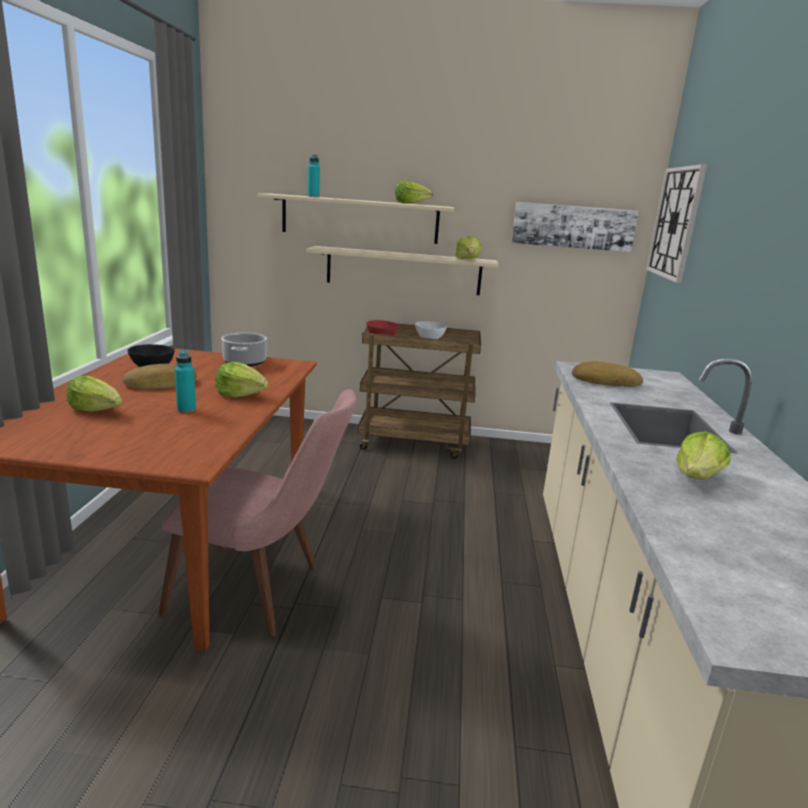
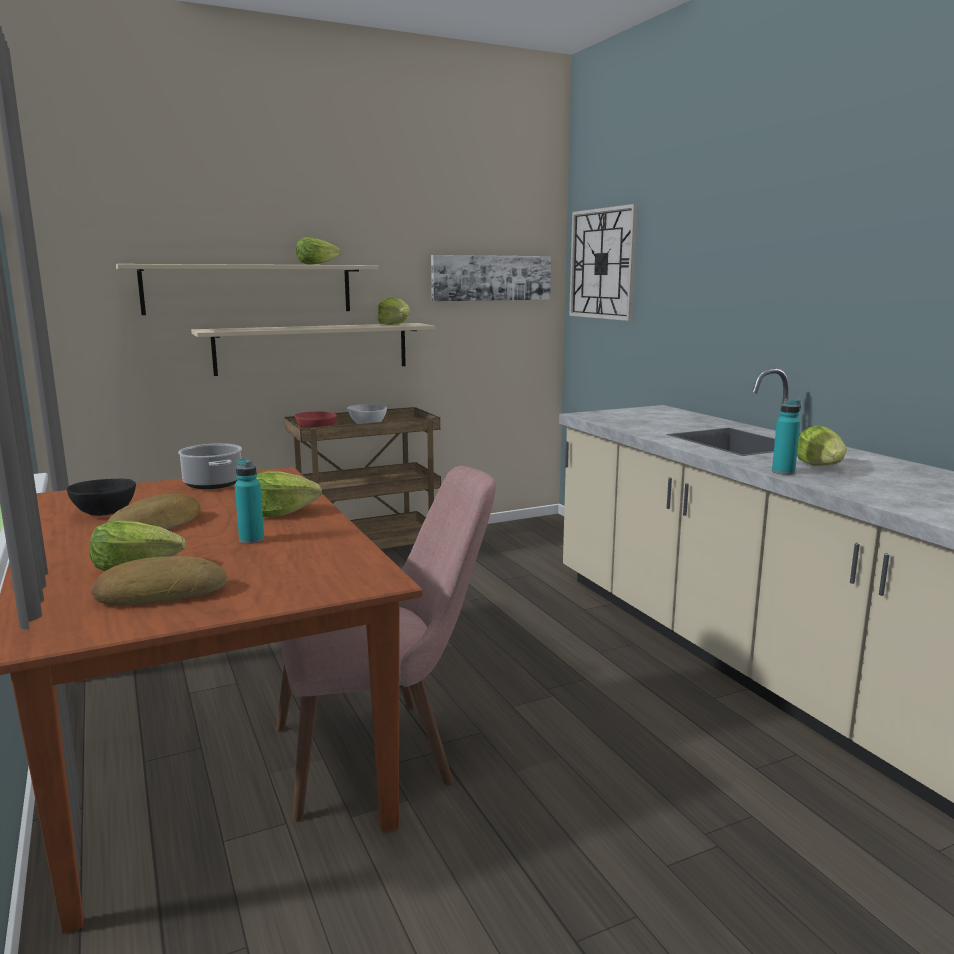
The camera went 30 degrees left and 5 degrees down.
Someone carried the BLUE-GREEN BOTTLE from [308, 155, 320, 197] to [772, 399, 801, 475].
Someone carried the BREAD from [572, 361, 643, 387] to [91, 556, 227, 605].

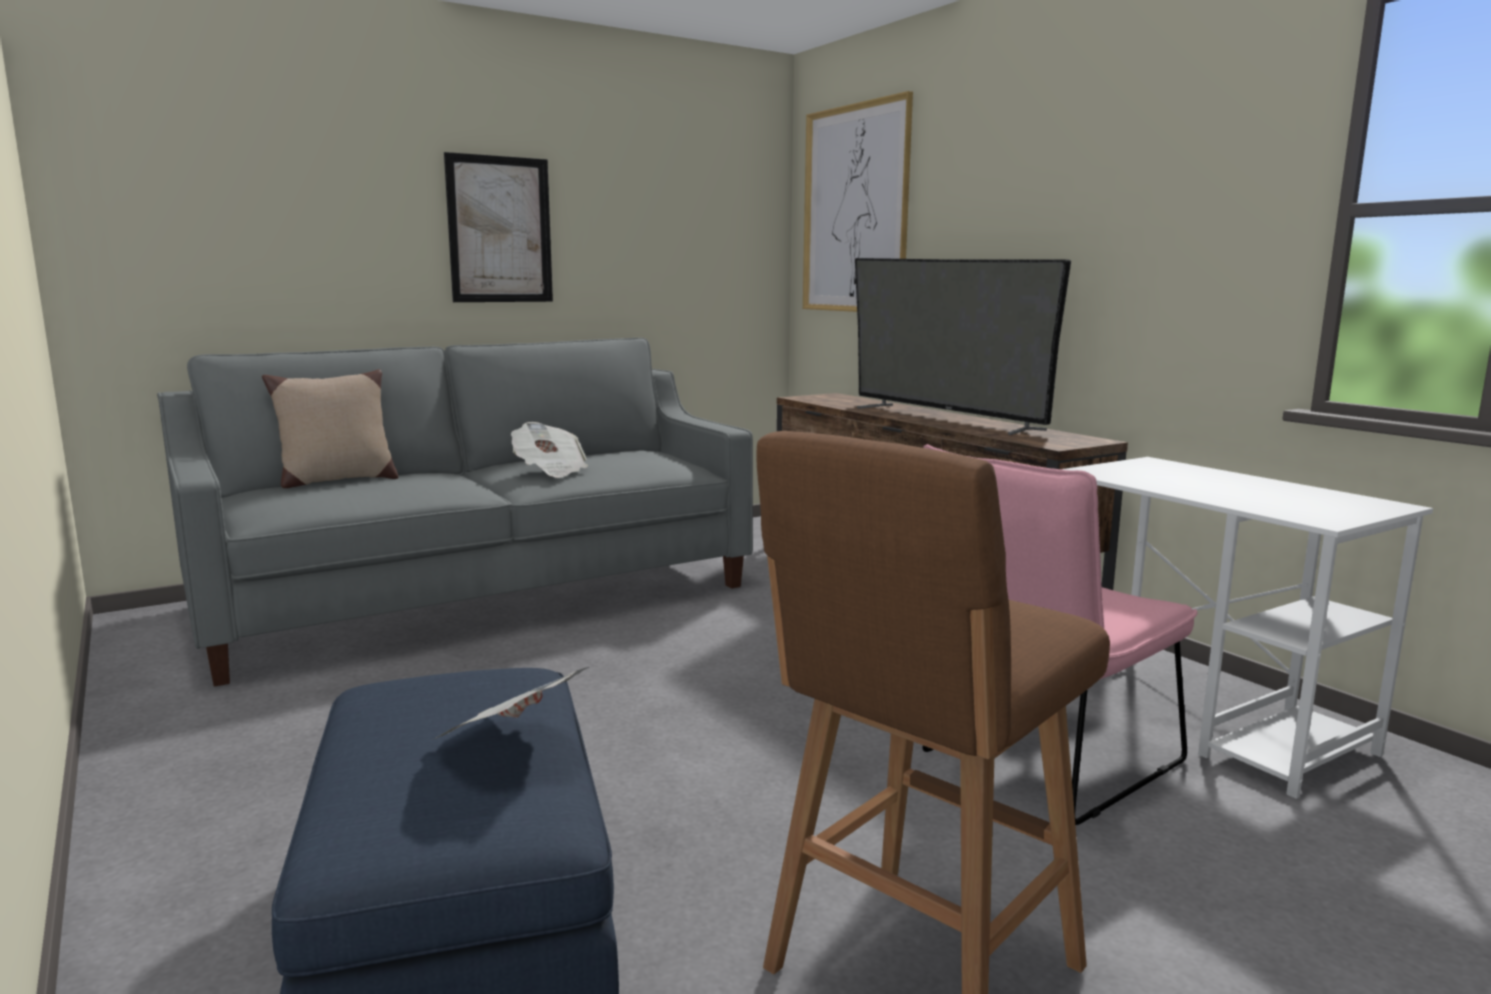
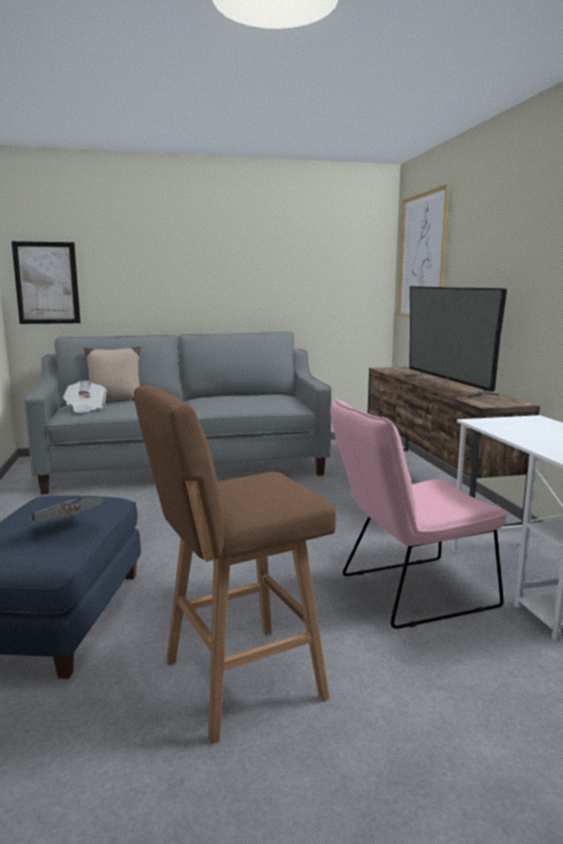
The camera went 20 degrees right and 0 degrees up.
Someone carried the PICTURE from [444, 152, 553, 302] to [11, 241, 81, 324].
Someone carried the NEWSPAPER from [511, 422, 588, 478] to [63, 381, 107, 413].

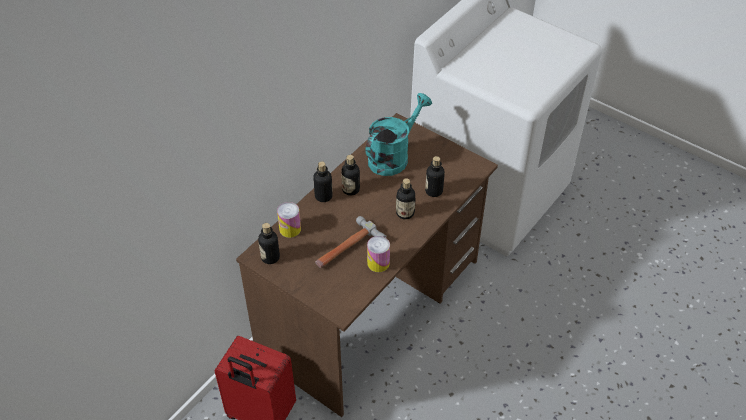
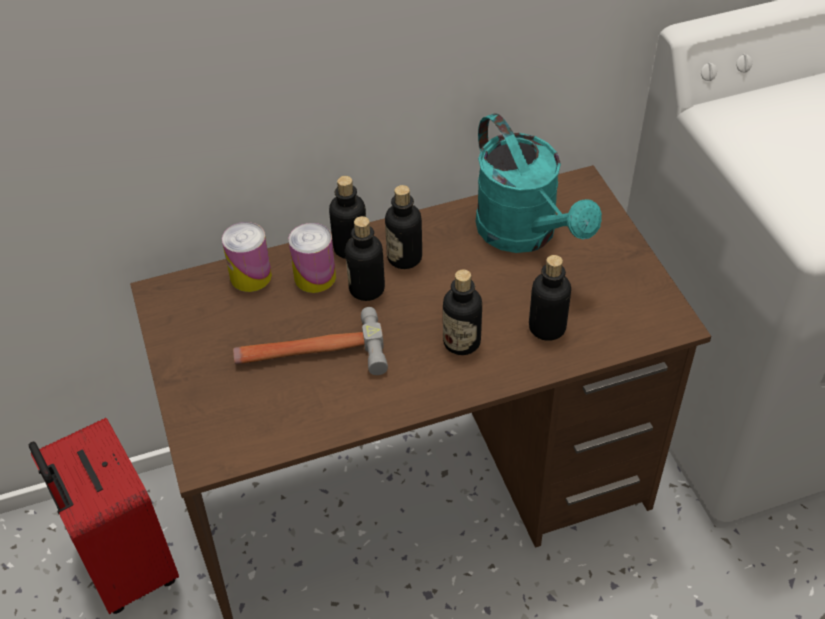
The camera went 35 degrees right and 0 degrees up.
Someone carried the BOTTLE from [258, 223, 280, 264] to [345, 216, 385, 301].
Someone rotated the BLUE-GREEN SPRINKLING CAN at [365, 93, 432, 176] by 75 degrees clockwise.
Someone carried the METAL CAN from [367, 236, 390, 272] to [289, 223, 336, 293].

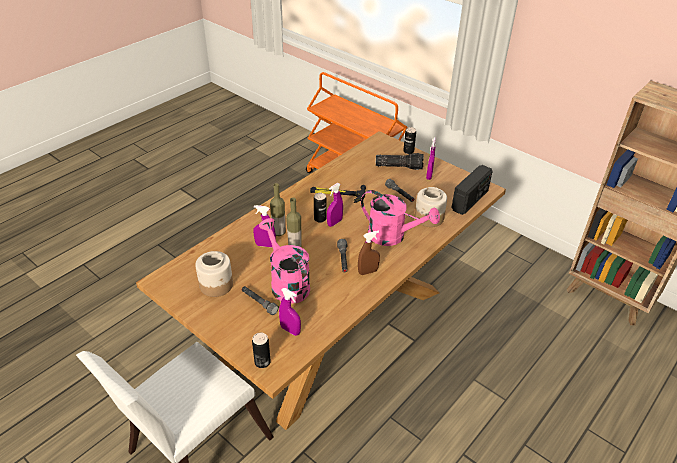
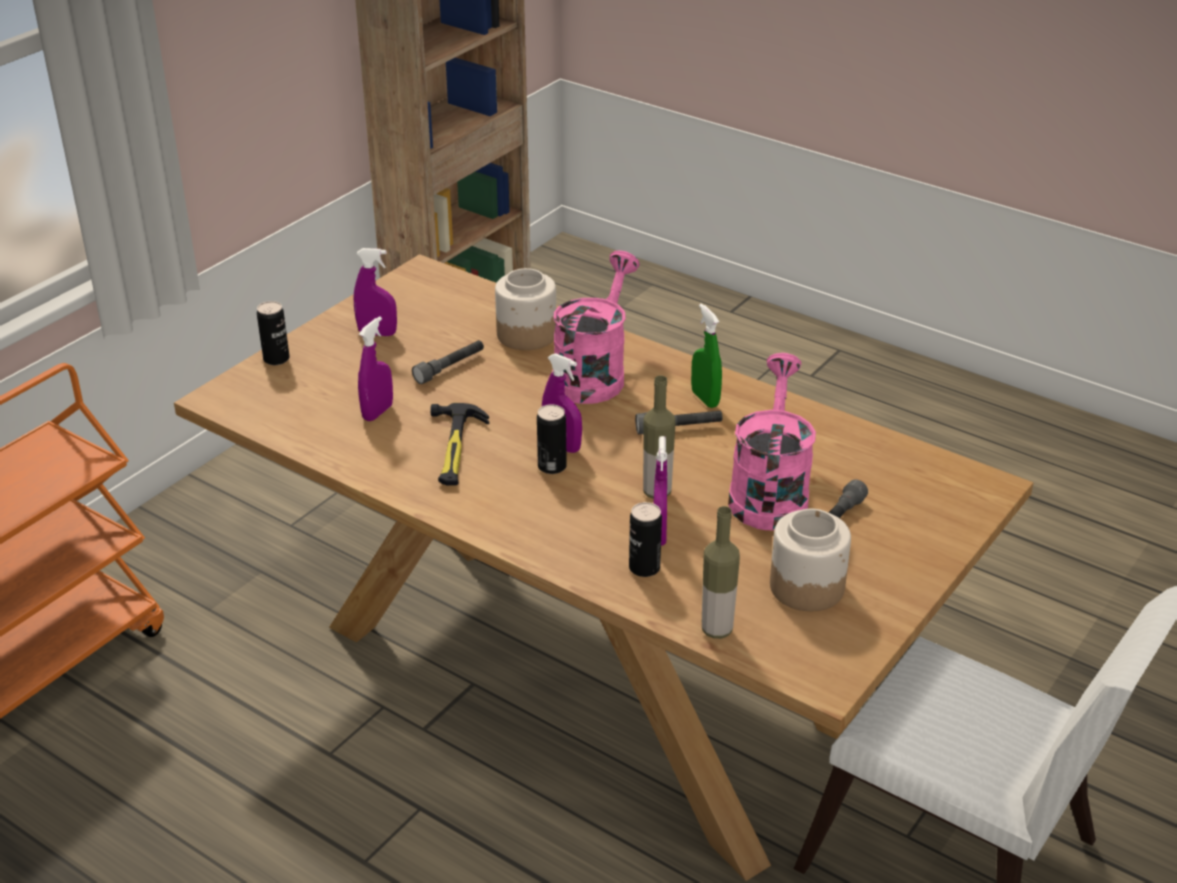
The camera went 95 degrees left and 5 degrees down.
Someone carried the METAL CAN from [252, 333, 271, 368] to [629, 502, 662, 577].
Someone rotated the PINKISH SPRINKLING CAN at [259, 218, 310, 304] by 135 degrees clockwise.
Someone carried the BOTTLE from [270, 183, 286, 236] to [702, 506, 740, 639].
Someone carried the PURPLE SPRAYER from [279, 288, 301, 336] to [358, 316, 393, 421].
Someone repainted the BROWN SPRAYER at [358, 230, 380, 275], which became the GREENISH SPRAYER at [691, 303, 722, 408].
Someone took away the HAND TORCH at [376, 153, 424, 170].
Someone took away the RADIO RECEIVER at [451, 165, 493, 215].

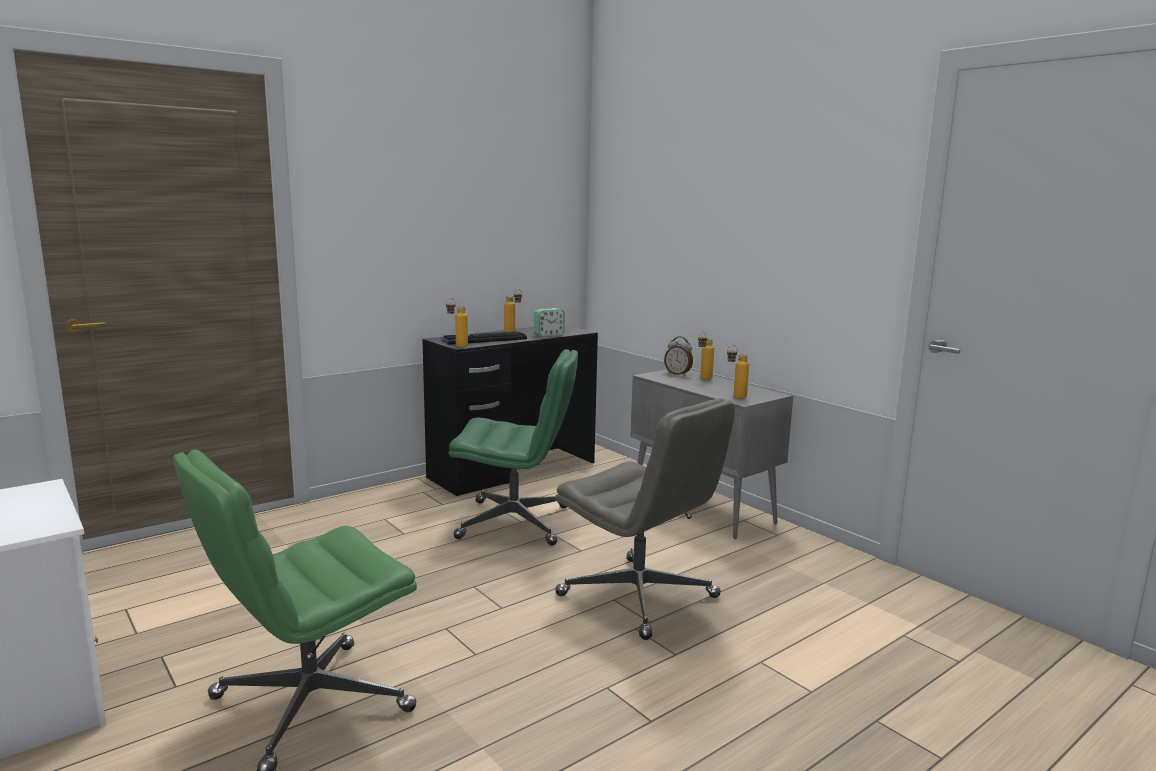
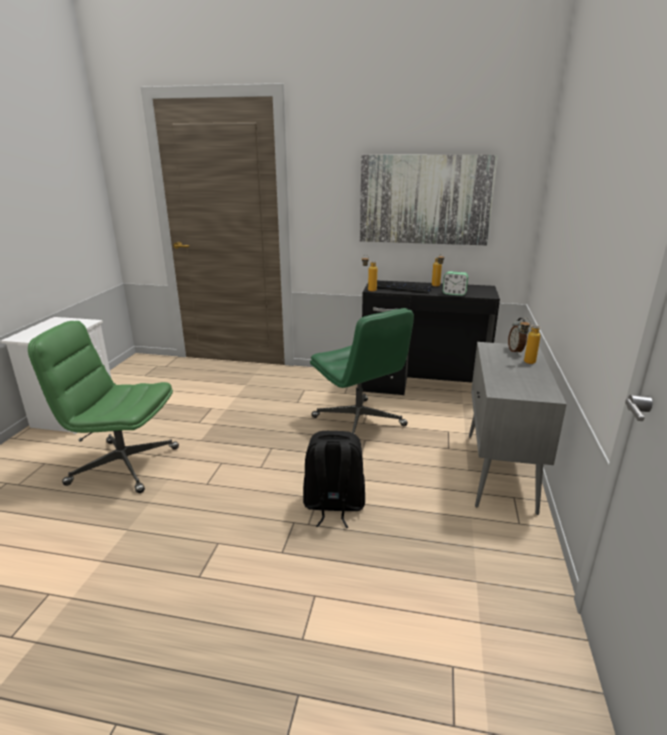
The camera went 50 degrees right and 10 degrees up.
Someone swapped the GREY COMPUTER CHAIR at [555, 398, 735, 640] for the BLACK BACKPACK at [303, 431, 365, 528].
Someone took away the BOTTLE at [727, 345, 749, 399].
Someone put up the PICTURE at [360, 155, 498, 245].

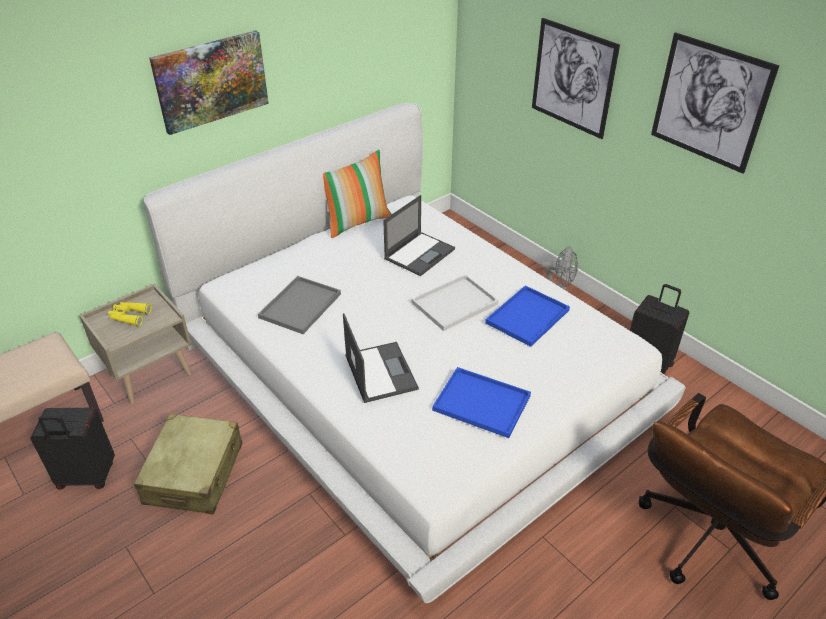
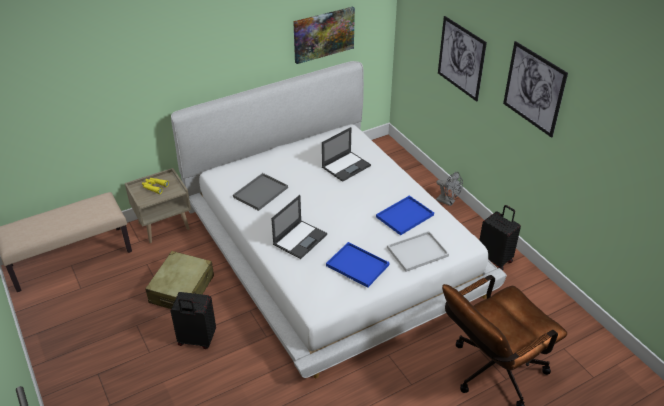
The camera went 10 degrees right and 0 degrees up.
Someone carried the BLACK TRAVEL CASE from [31, 408, 115, 490] to [171, 292, 216, 349].
Someone carried the PICTURE from [149, 30, 269, 135] to [293, 7, 355, 64].
Someone took away the CUSHION at [323, 150, 391, 238].
Someone rotated the NOTEBOOK COMPUTER at [343, 313, 419, 403] by 45 degrees clockwise.
Someone carried the WHITE-COLOURED TRAY from [412, 274, 499, 331] to [387, 231, 449, 272].

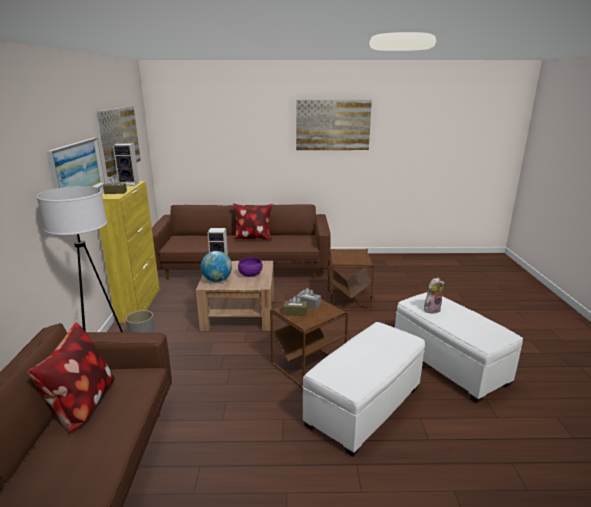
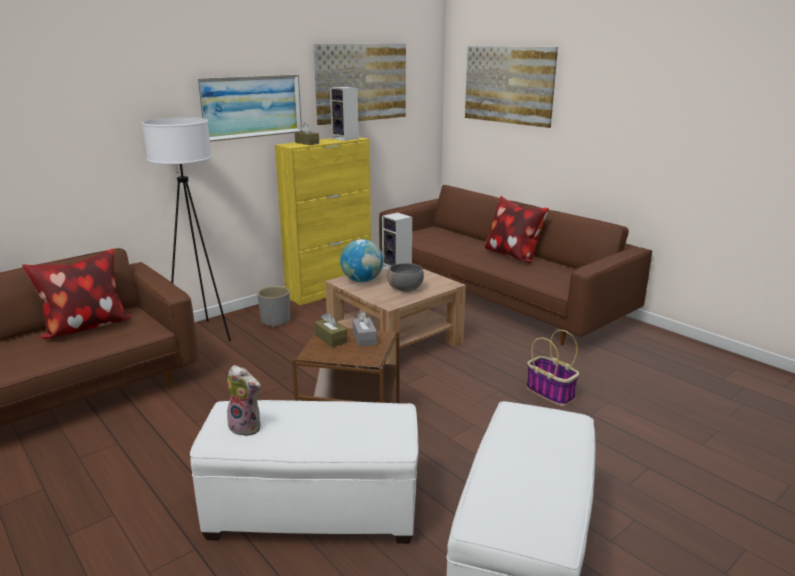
The camera went 50 degrees right and 0 degrees up.
Someone repainted the PURPLE BOWL at [238, 257, 263, 277], which became the GREY BOWL at [387, 263, 424, 292].
Someone carried the PICTURE from [296, 100, 372, 150] to [465, 46, 558, 128].
Someone swapped the BROWN ACCENT TABLE at [328, 249, 374, 311] for the STORAGE BASKET at [526, 330, 579, 406].
Someone carried the PLUSH TOY from [424, 278, 445, 313] to [227, 365, 261, 436].

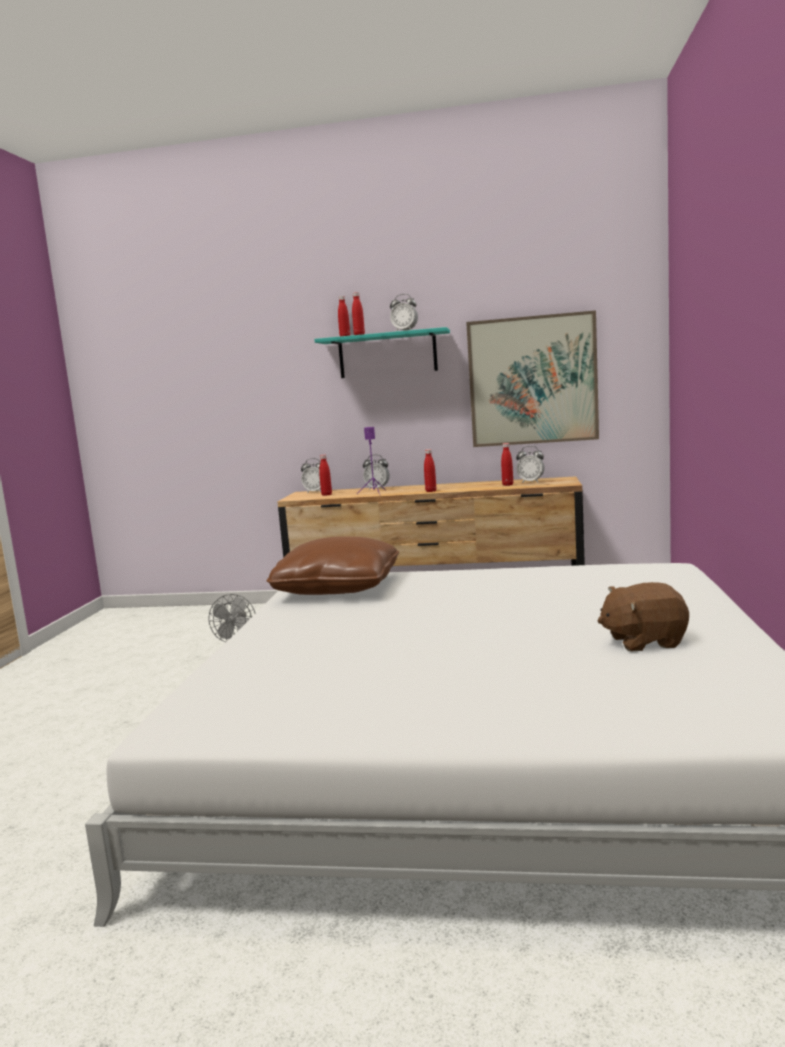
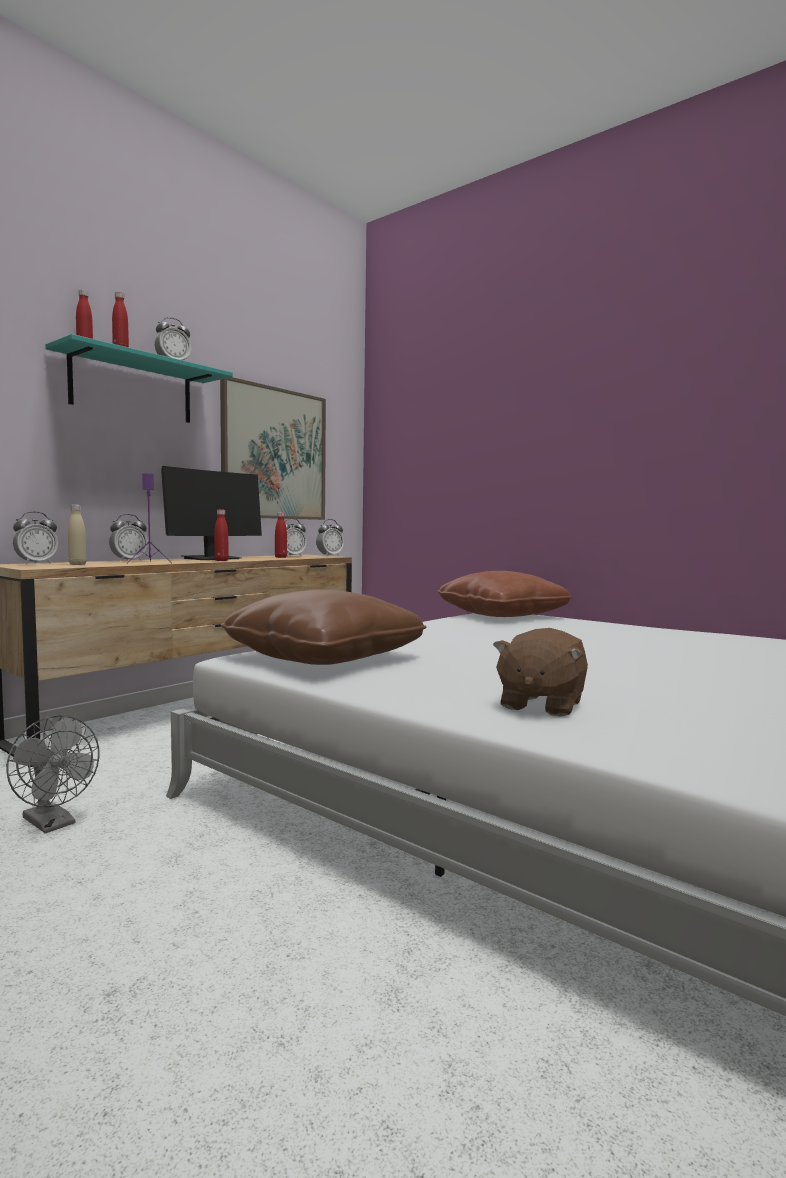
The camera went 60 degrees left and 5 degrees down.
Someone repainted the REDDISH BOTTLE at [319, 455, 332, 496], which became the BEIGE BOTTLE at [68, 505, 86, 565].
Someone carried the BROWN PLUSH TOY from [597, 582, 689, 651] to [493, 628, 588, 717].
Someone put down the COMPUTER DISPLAY at [161, 466, 262, 560].
Someone put down the TABLE CLOCK at [316, 519, 344, 557].
Someone put down the BROWN CUSHION at [437, 571, 572, 617].

